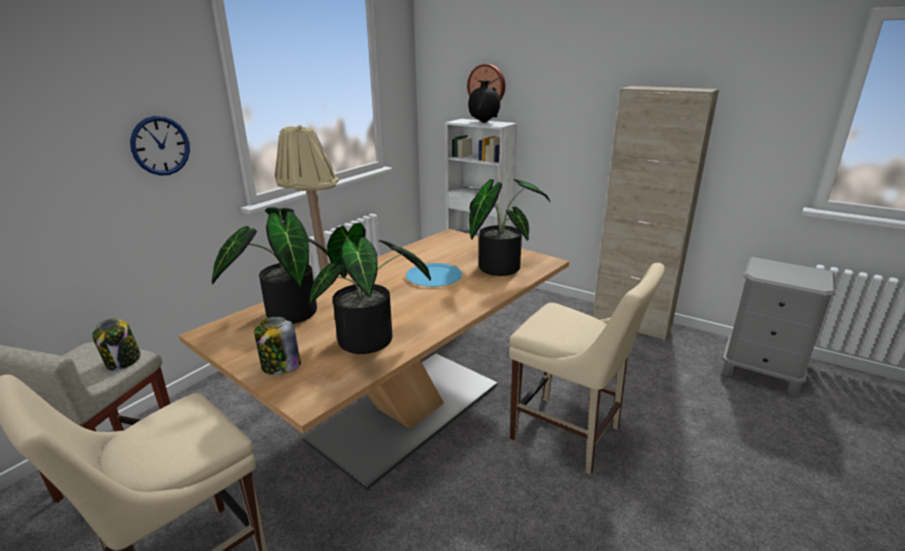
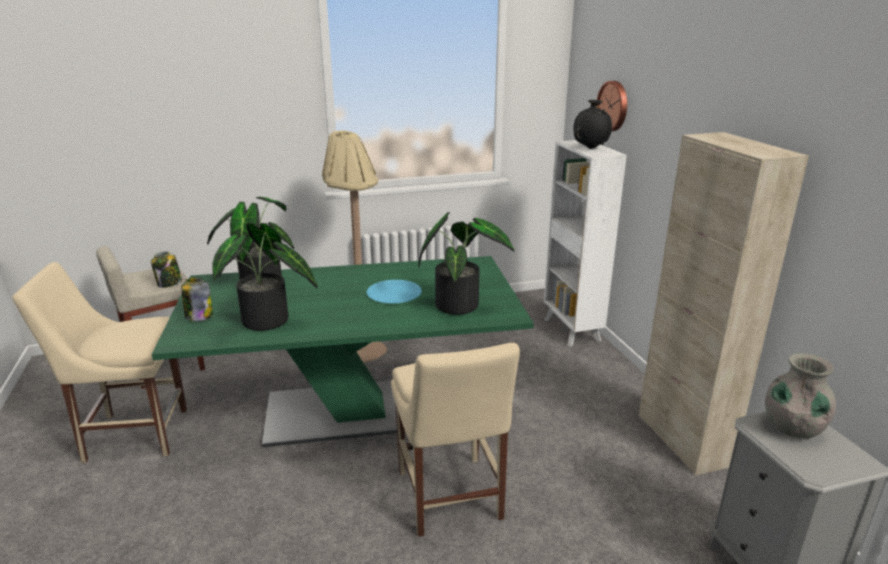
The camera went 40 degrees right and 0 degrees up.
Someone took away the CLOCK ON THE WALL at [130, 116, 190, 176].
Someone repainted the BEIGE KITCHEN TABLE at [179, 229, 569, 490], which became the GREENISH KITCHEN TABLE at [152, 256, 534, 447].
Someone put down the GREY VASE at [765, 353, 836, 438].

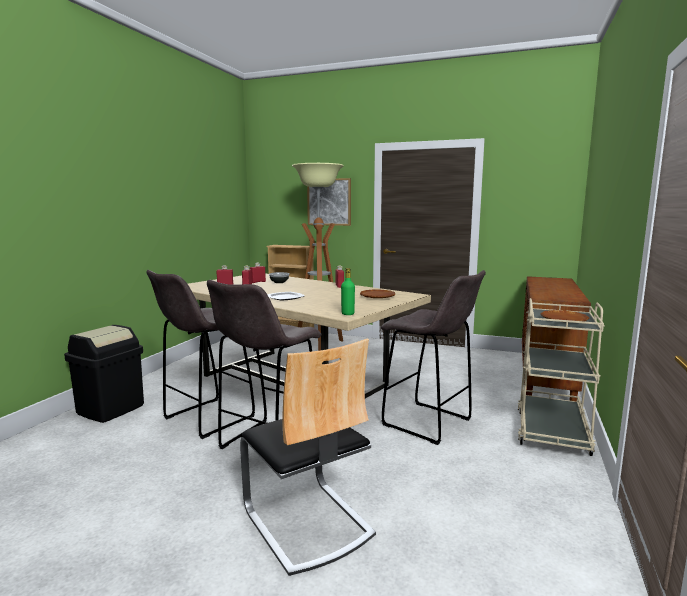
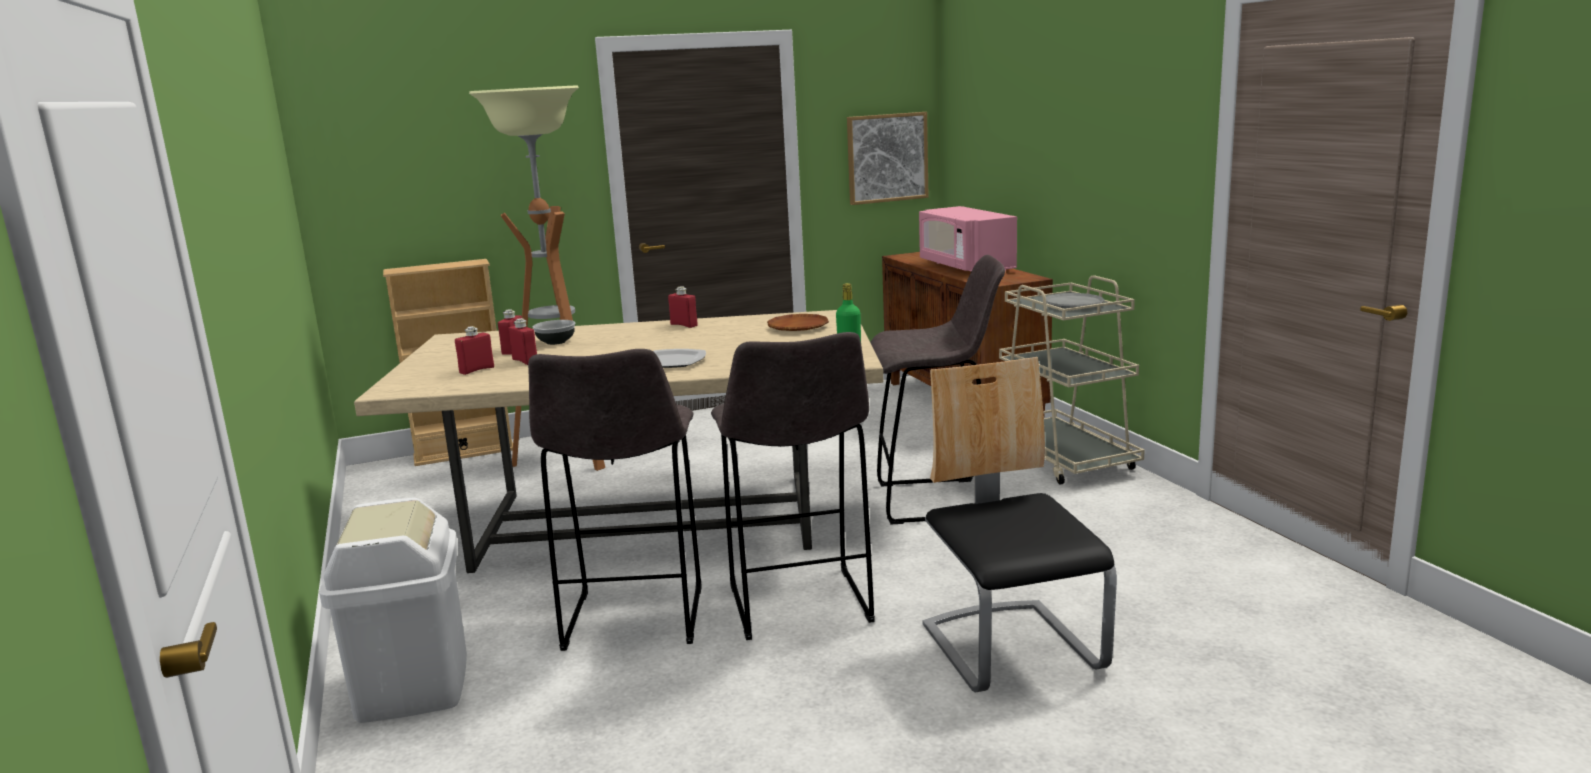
The camera went 40 degrees left and 5 degrees up.
Someone repainted the BLACK TRASH CAN at [64, 325, 144, 423], which became the WHITE-COLOURED TRASH CAN at [319, 497, 467, 723].
Someone rotated the PLAIN CHAIR at [240, 338, 376, 576] by 120 degrees counterclockwise.
Someone carried the PICTURE from [307, 178, 351, 226] to [847, 112, 929, 205].
Someone repainted the BROWN DINNER PLATE at [541, 310, 589, 323], which became the GREY DINNER PLATE at [1046, 293, 1105, 308].
Someone put down the PINKISH MICROWAVE OVEN at [919, 206, 1017, 271].

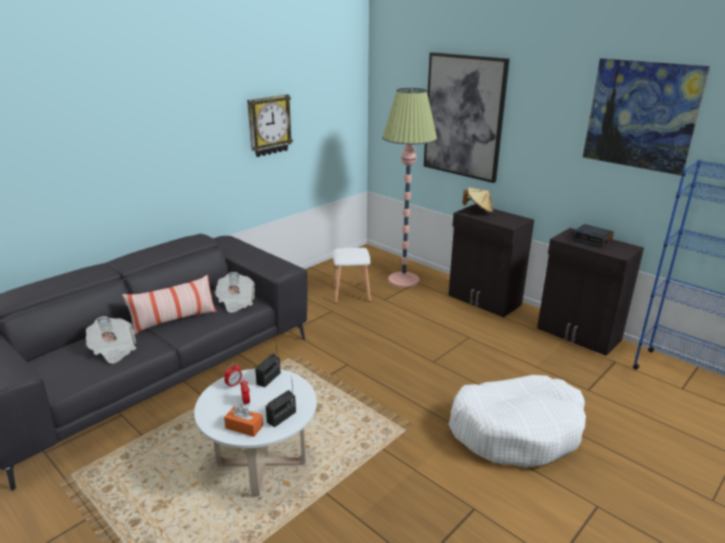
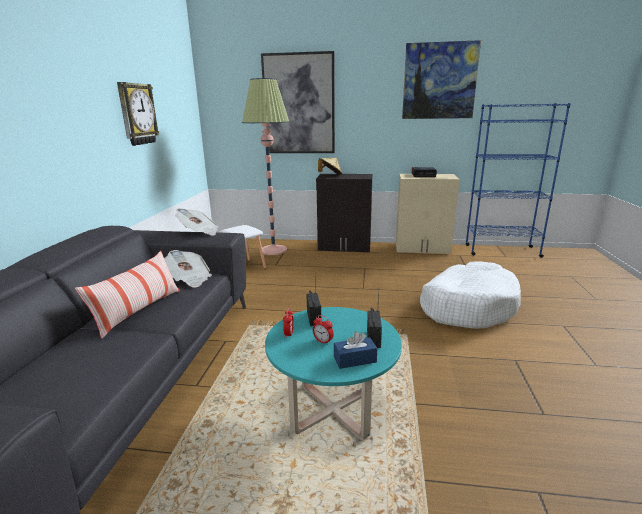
The camera went 35 degrees left and 5 degrees down.
Someone carried the NEWSPAPER from [86, 316, 136, 363] to [175, 208, 219, 236].
Someone repainted the WHITE-COLOURED COFFEE TABLE at [194, 368, 317, 496], which became the BLUE-GREEN COFFEE TABLE at [265, 307, 402, 440].
Someone repainted the ORANGE-COLOURED TISSUE BOX at [224, 405, 263, 437], which became the BLUE TISSUE BOX at [334, 332, 377, 369].
Someone repainted the BLACK CUPBOARD at [537, 228, 644, 356], which became the BEIGE CUPBOARD at [396, 174, 460, 254].

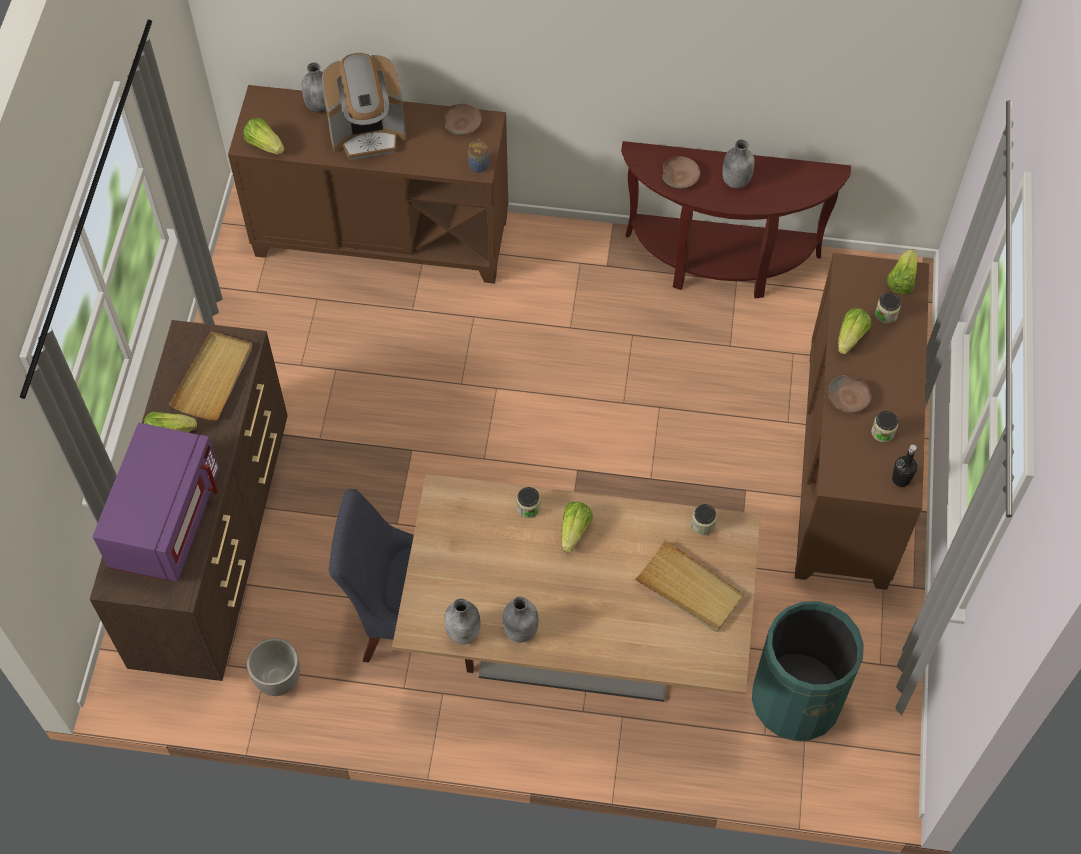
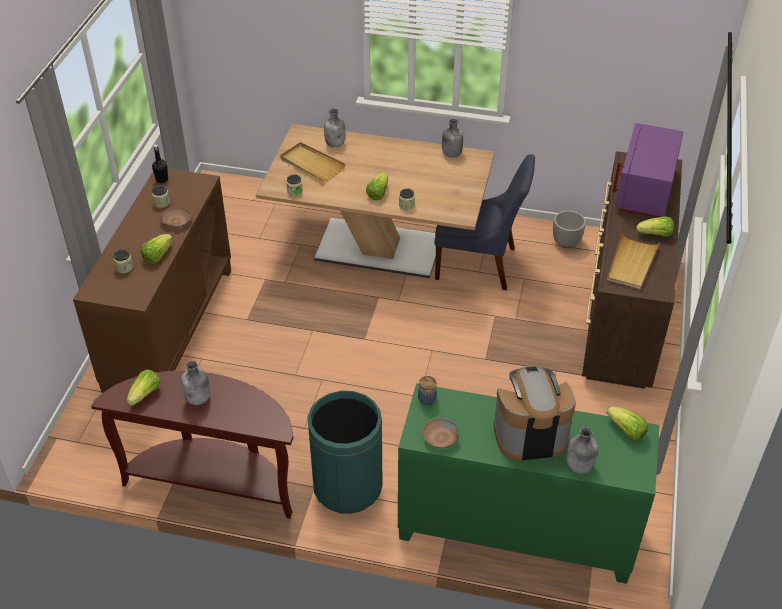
The camera went 175 degrees left and 15 degrees down.
Someone repainted the BROWN CUPBOARD at [228, 85, 508, 284], which became the GREENISH CUPBOARD at [398, 383, 660, 584].
Someone carried the GREY BOTTLE from [503, 596, 538, 642] to [324, 109, 345, 147].
Someone took away the BROWN BOWL at [662, 157, 700, 189].
Someone carried the GREENISH TRASH CAN from [752, 601, 864, 741] to [308, 391, 383, 514].
Someone carried the LETTUCE from [887, 249, 917, 294] to [127, 370, 161, 406].

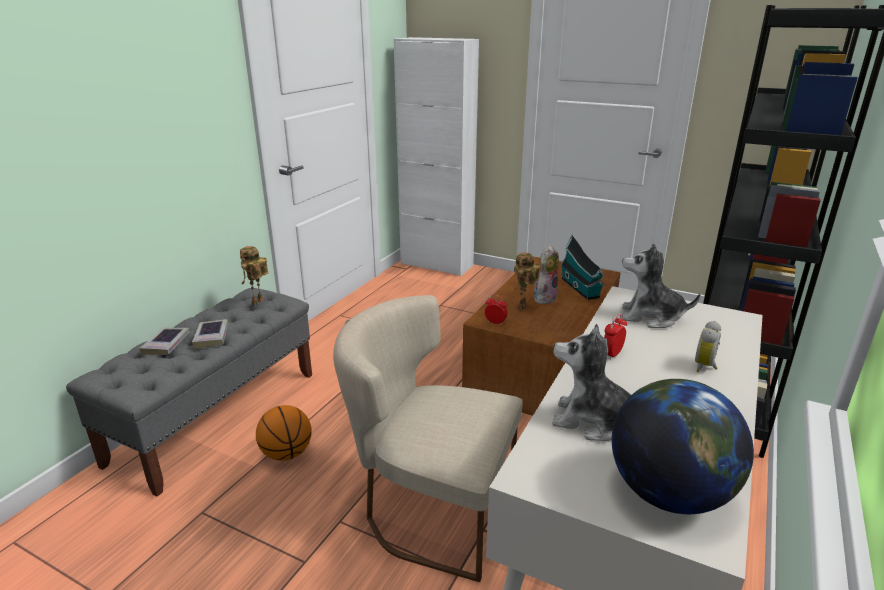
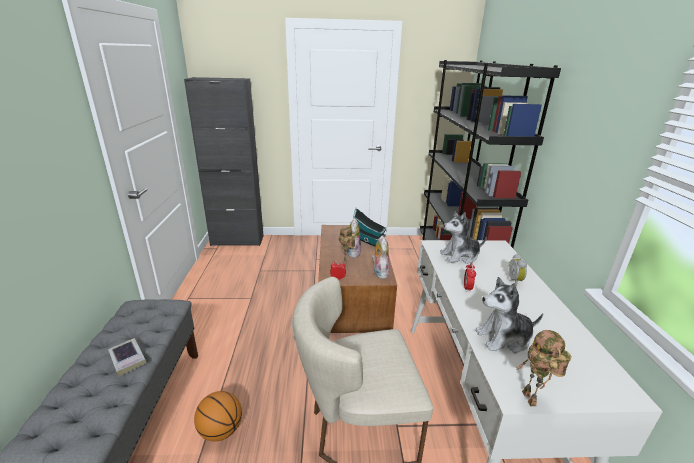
The camera went 30 degrees left and 0 degrees up.
Someone took away the BOOK at [139, 328, 190, 355].
Someone carried the TOY ROBOT from [240, 246, 268, 305] to [516, 330, 572, 406].
Someone repainted the WHITE-COLOURED CUPBOARD at [394, 37, 479, 277], which became the BLACK CUPBOARD at [184, 77, 264, 246].
Someone took away the GLOBE at [612, 379, 754, 514].
Someone put down the PLUSH TOY at [372, 236, 389, 279].

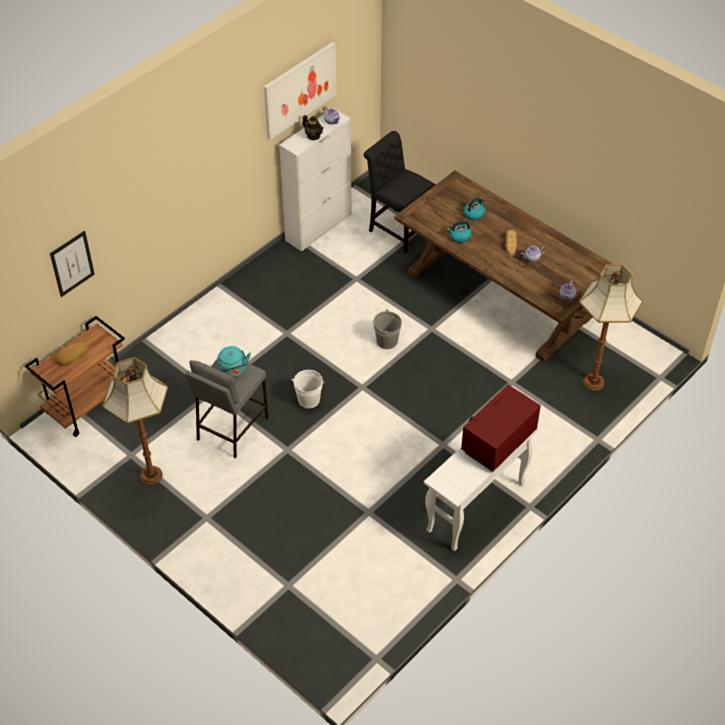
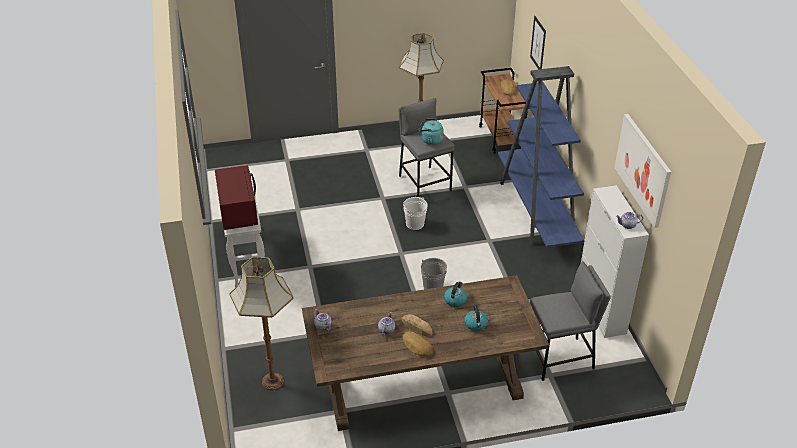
The camera went 125 degrees right and 10 degrees down.
Someone took away the POT FOR TEA at [302, 115, 324, 140].
Someone swapped the BLACK PLAIN CHAIR at [364, 131, 436, 254] for the GREY STOOL SEAT at [530, 261, 611, 381].
Someone put down the BREAD at [403, 331, 433, 356].
Someone put down the BLUE SHELVING UNIT at [498, 66, 585, 248].

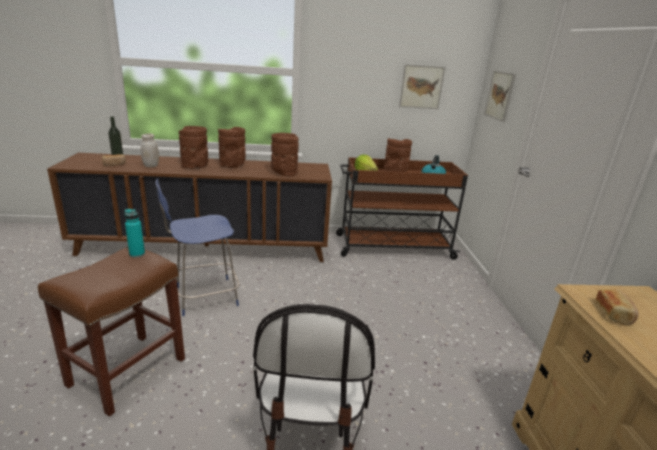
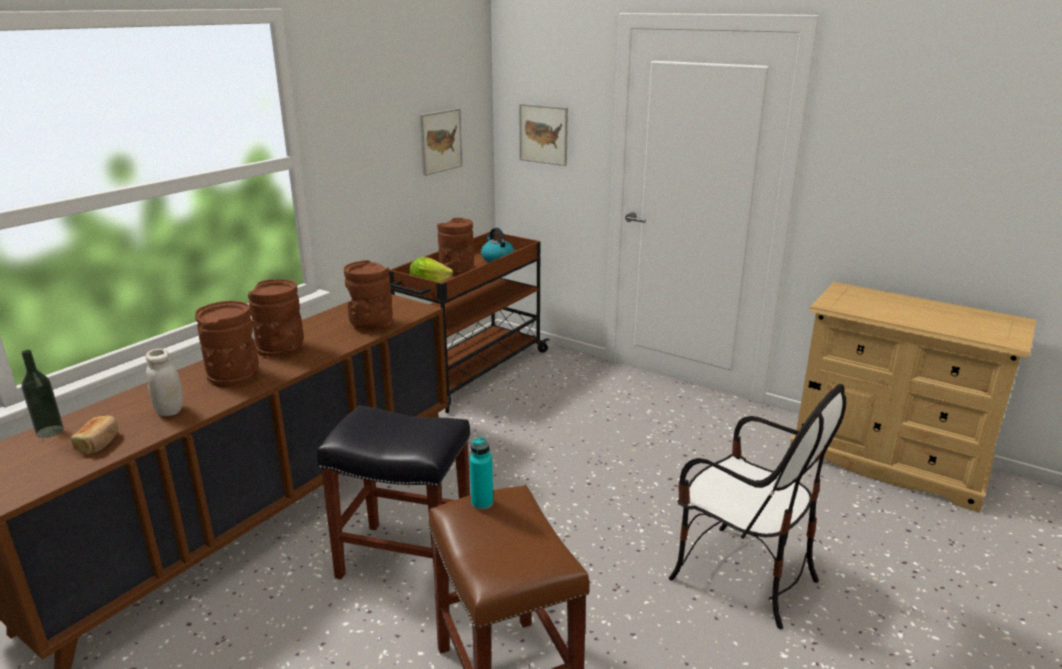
The camera went 50 degrees left and 0 degrees up.
Someone swapped the BLUE PLAIN CHAIR at [156, 179, 240, 316] for the BLACK STOOL SEAT at [317, 405, 470, 579].
Someone took away the BREAD at [596, 289, 638, 325].

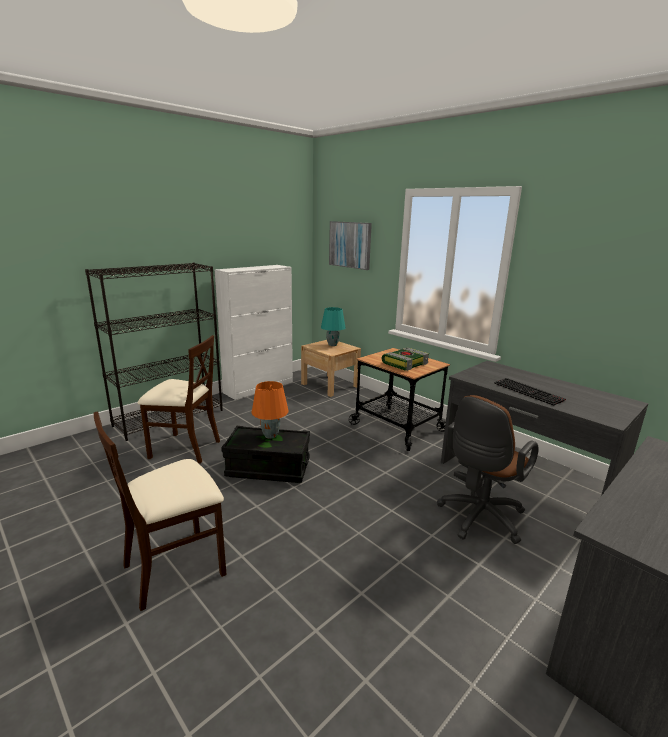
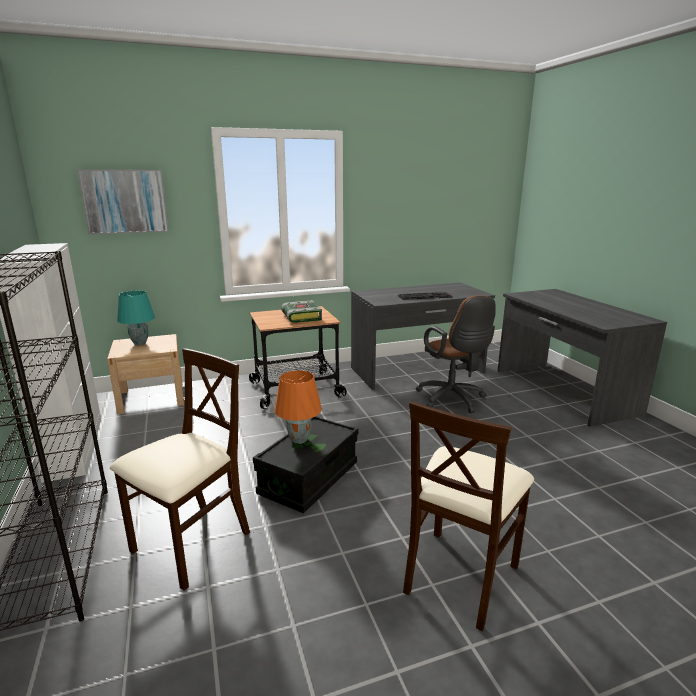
The camera went 65 degrees left and 0 degrees up.
Someone rotated the BEIGE PLAIN CHAIR at [94, 411, 227, 611] by 45 degrees clockwise.

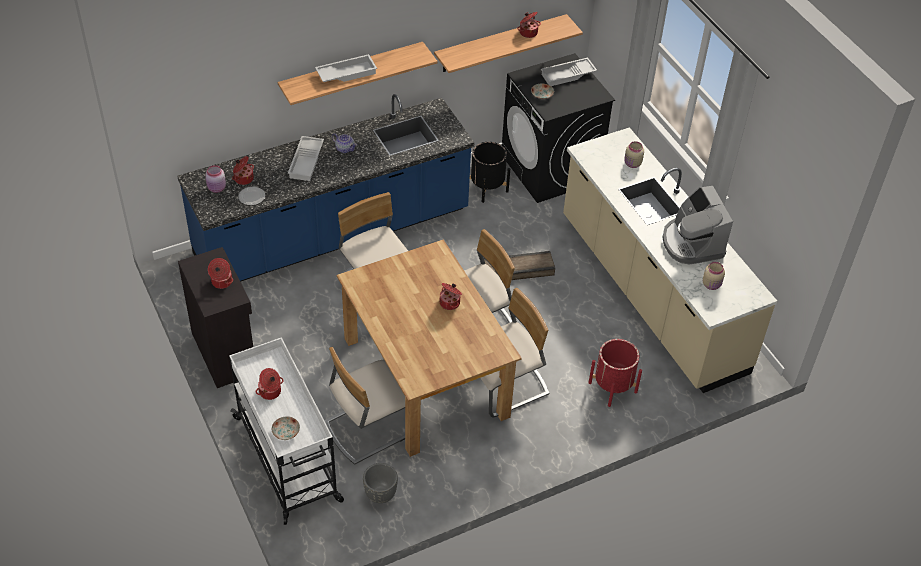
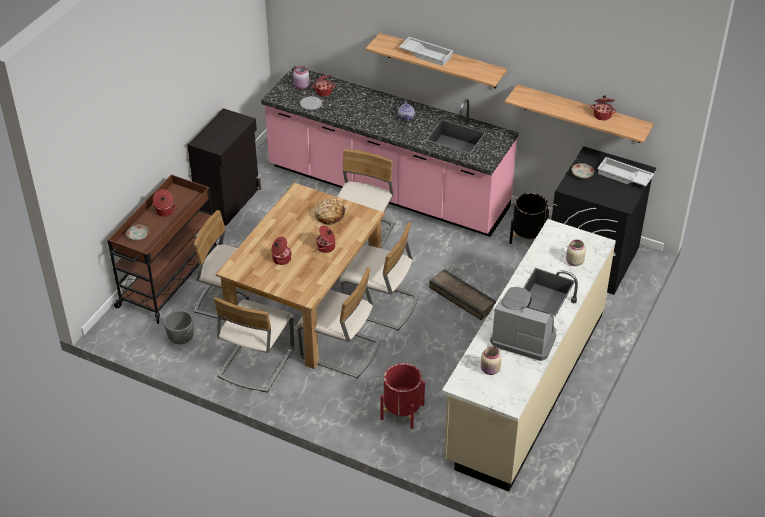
The camera went 55 degrees right and 5 degrees down.
Someone repainted the BLUE COUNTER at [178, 94, 475, 282], which became the PINKISH COUNTER at [261, 66, 518, 237].
Someone carried the STOCKPOT from [208, 258, 233, 289] to [271, 237, 292, 265].
Someone repainted the WHITE-COLOURED WHEELED CART at [229, 337, 344, 525], which became the BROWN WHEELED CART at [107, 174, 223, 324].
Someone took away the WHITE-COLOURED TRAY at [288, 136, 324, 181].
Someone rotated the COFFEE MAKER at [662, 186, 733, 264] by 75 degrees clockwise.
Someone put down the BEIGE PLAIN CHAIR at [214, 297, 294, 392].
Someone put down the BREAD at [314, 198, 347, 225].

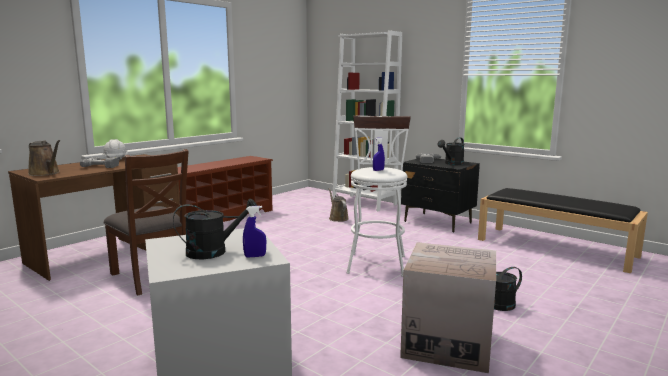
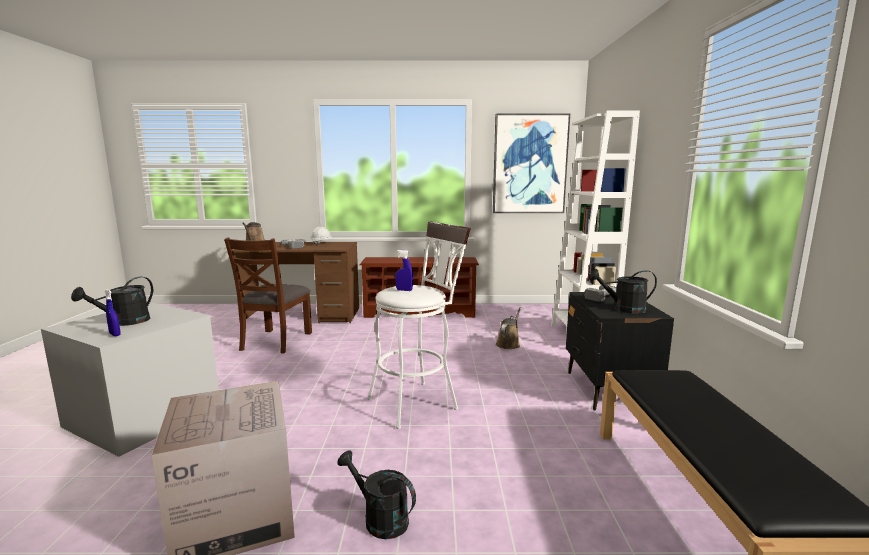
The camera went 50 degrees right and 0 degrees up.
Someone rotated the BLACK SPRINKLING CAN at [173, 199, 257, 259] by 90 degrees clockwise.
Someone put up the PICTURE at [493, 114, 570, 213].

